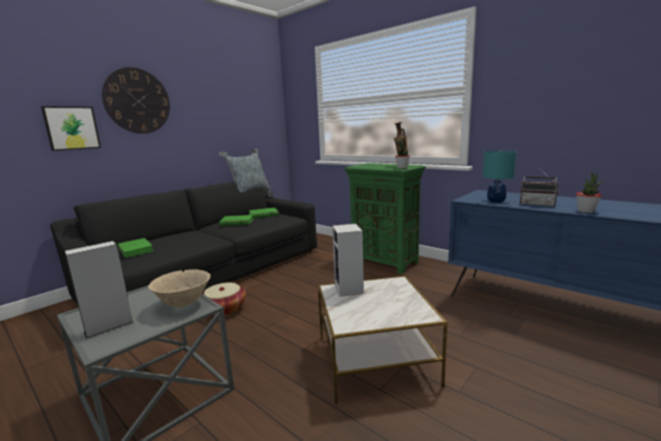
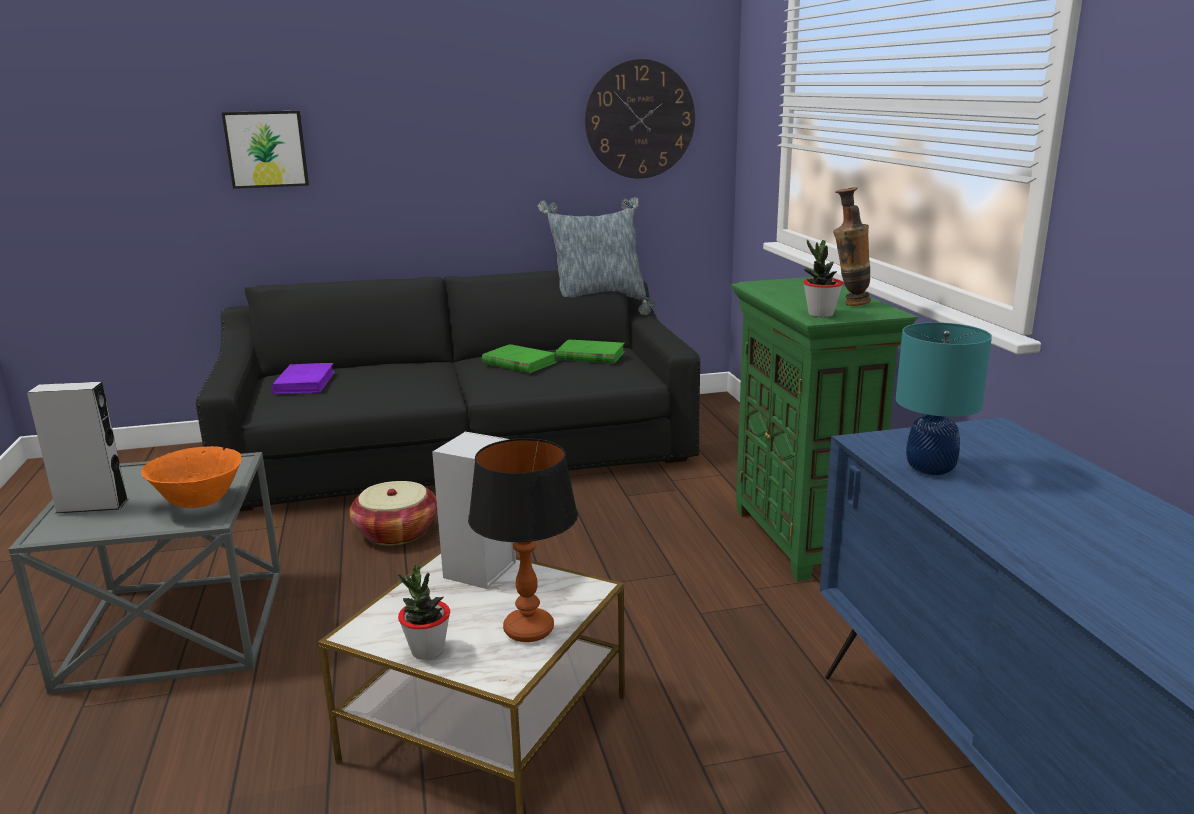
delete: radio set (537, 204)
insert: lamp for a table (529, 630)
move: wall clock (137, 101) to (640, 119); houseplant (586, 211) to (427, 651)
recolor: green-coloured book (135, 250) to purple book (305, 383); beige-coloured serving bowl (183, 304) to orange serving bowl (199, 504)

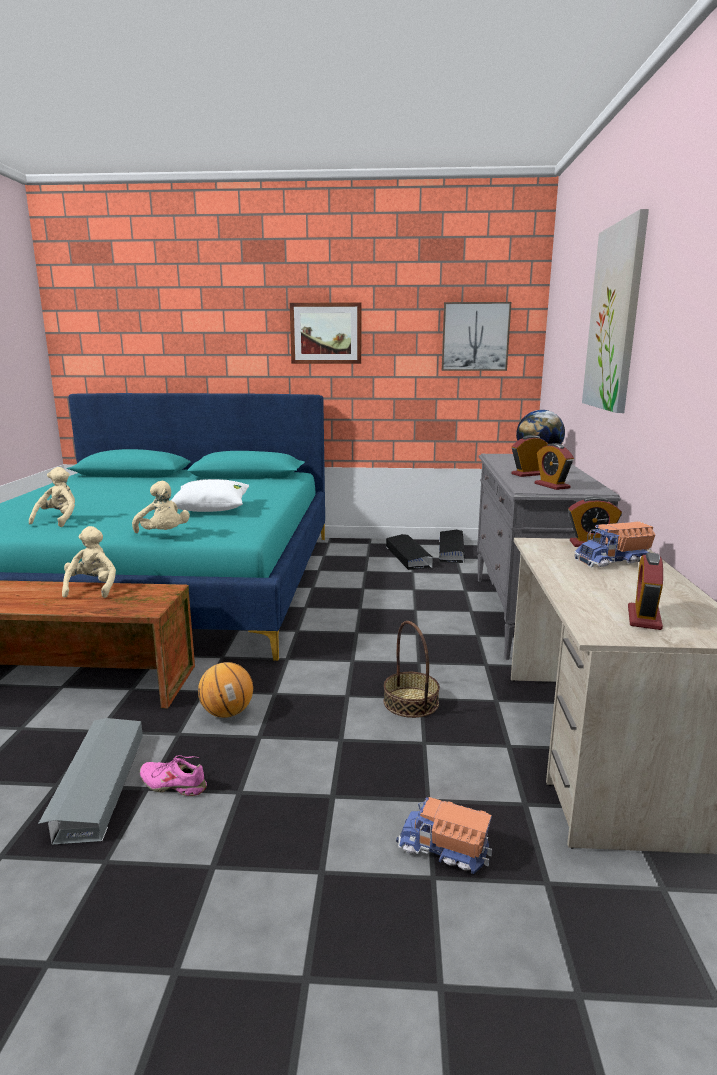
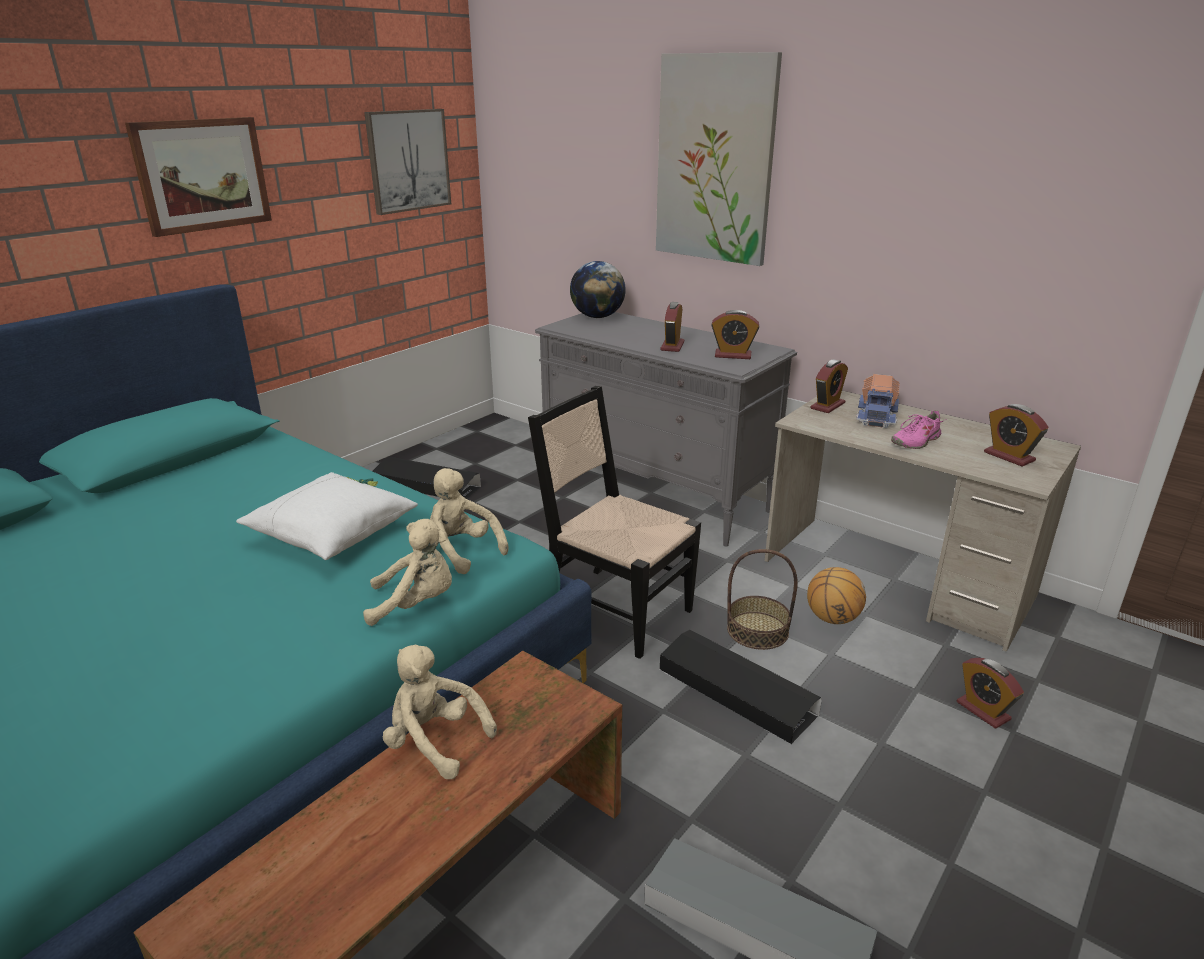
insert: plain chair (615, 611)
move: beige-coloured soft toy (59, 520) to (459, 552); pink item of footwear (173, 784) to (915, 441); basketball ball (227, 713) to (832, 618); black storage container (451, 551) to (735, 691)
replace: model truck (443, 849) to alarm clock (983, 711)

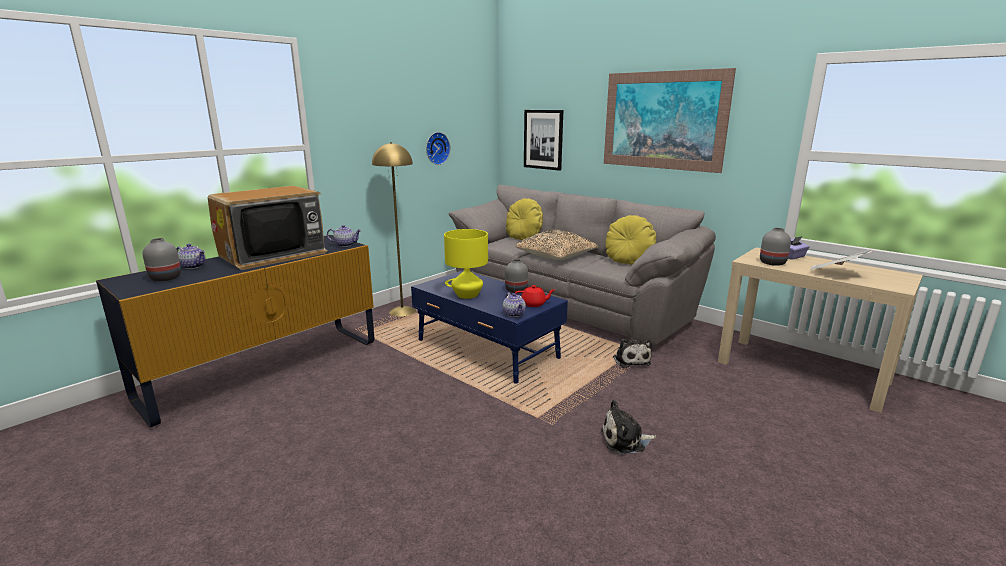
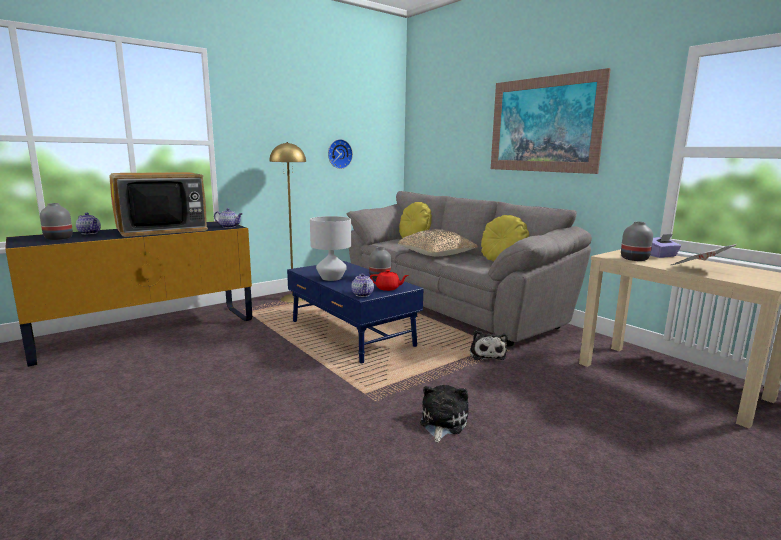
delete: wall art (543, 139)
recolor: yellowish lamp for a table (464, 290) to grey lamp for a table (332, 274)
rotate: soft toy (625, 440) = (442, 423) 105 degrees clockwise

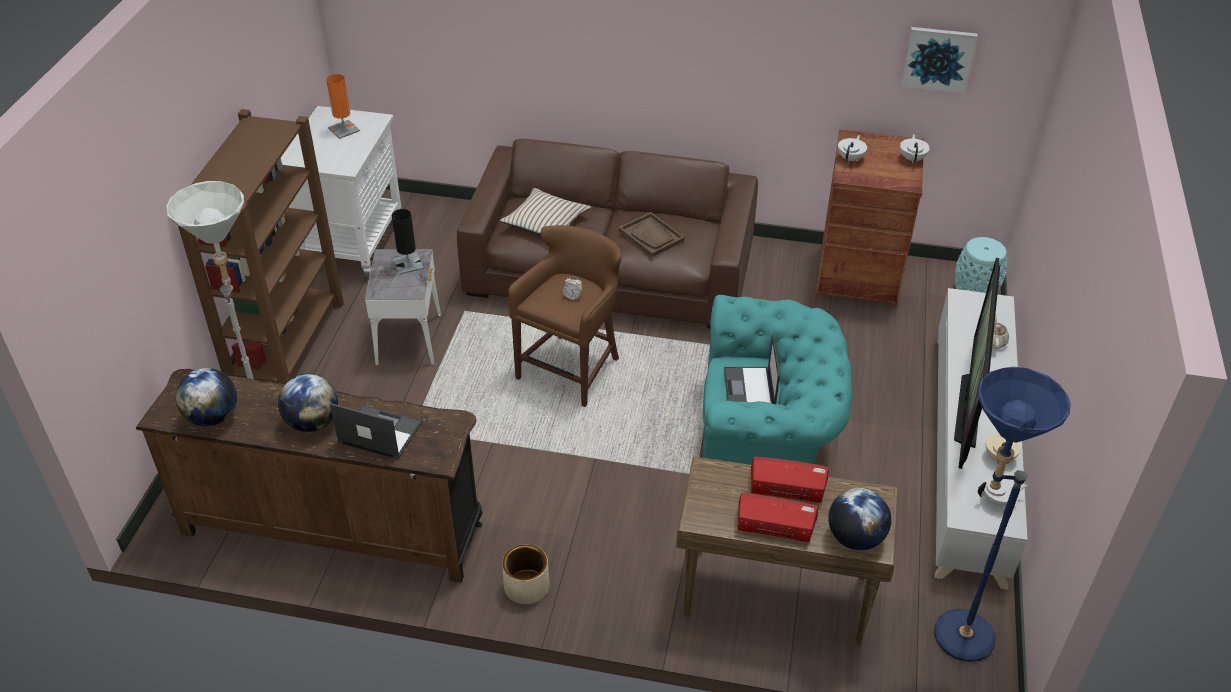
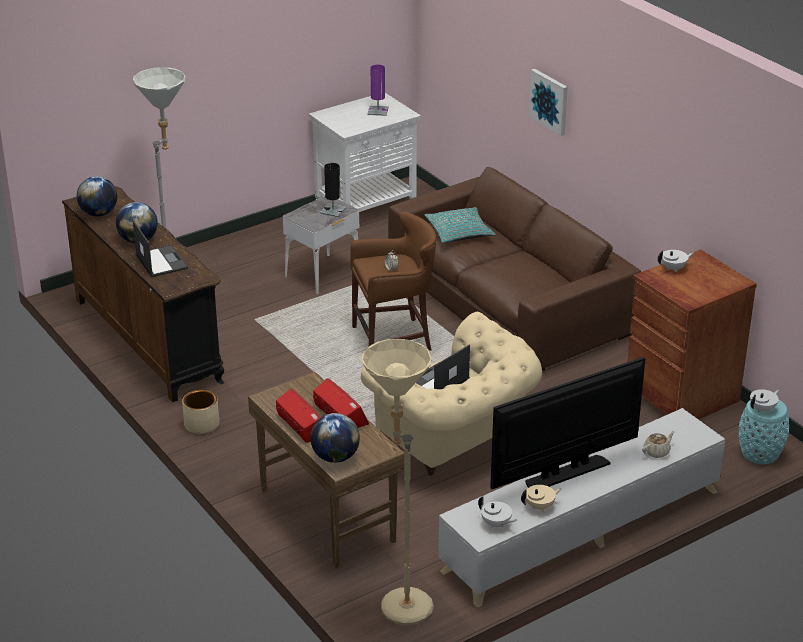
delete: brown-coloured shelving unit (287, 344); brown-coloured tray (651, 236)
move: white teapot (912, 159) to (763, 409); wall art (938, 59) to (549, 101)
recolor: orange lamp for a table (344, 129) to purple lamp for a table (378, 111); beige-coloured throw pillow (546, 222) to blue-green throw pillow (459, 232); blue-green easy chair (766, 438) to beige-coloured easy chair (455, 442); blue-coloured floor lamp (950, 635) to beige-coloured floor lamp (399, 601)

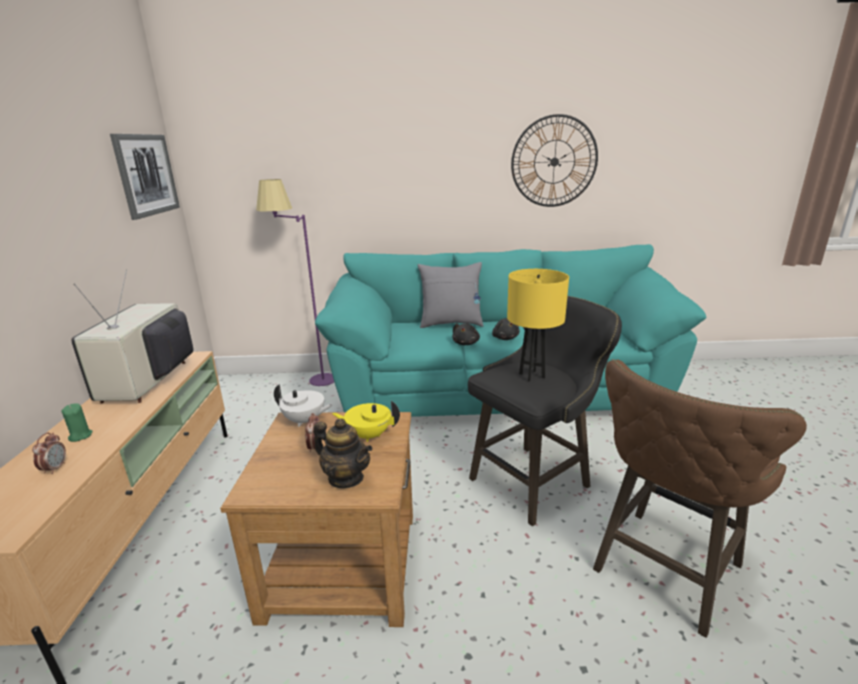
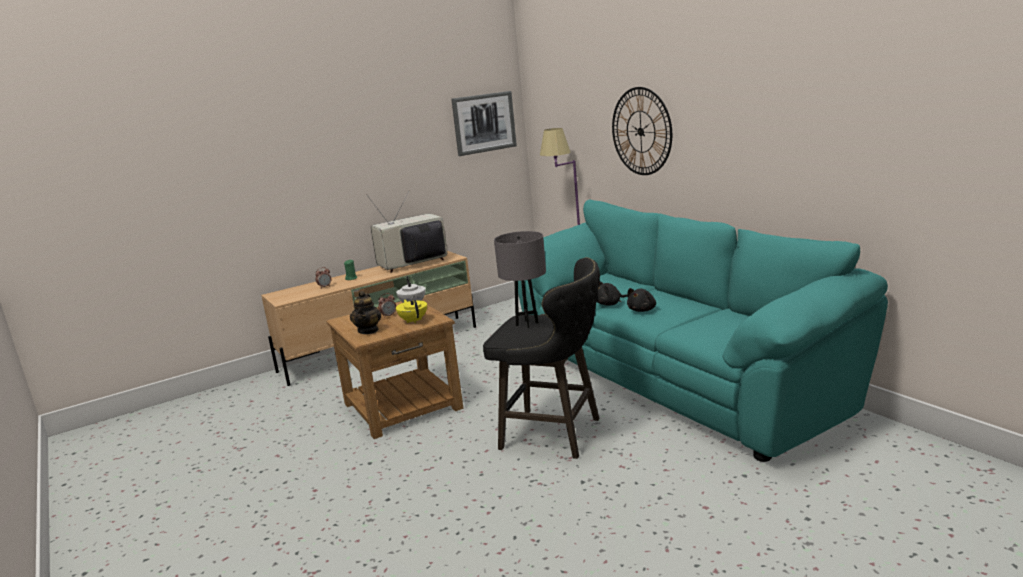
delete: grey throw pillow (450, 324); brown-coloured stool seat (663, 571)
move: wall clock (554, 162) to (641, 131)
recolor: yellowish lamp for a table (532, 375) to grey lamp for a table (527, 324)

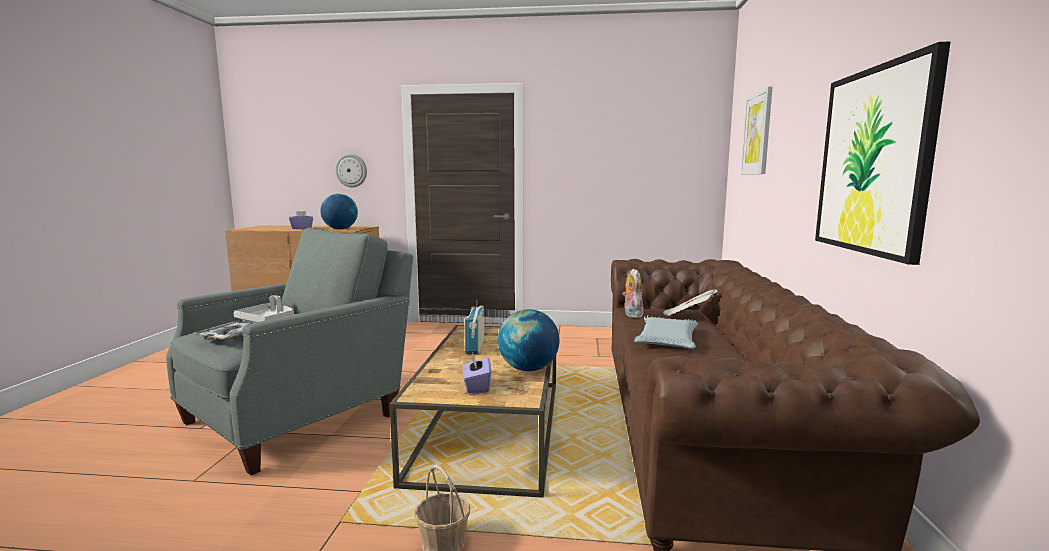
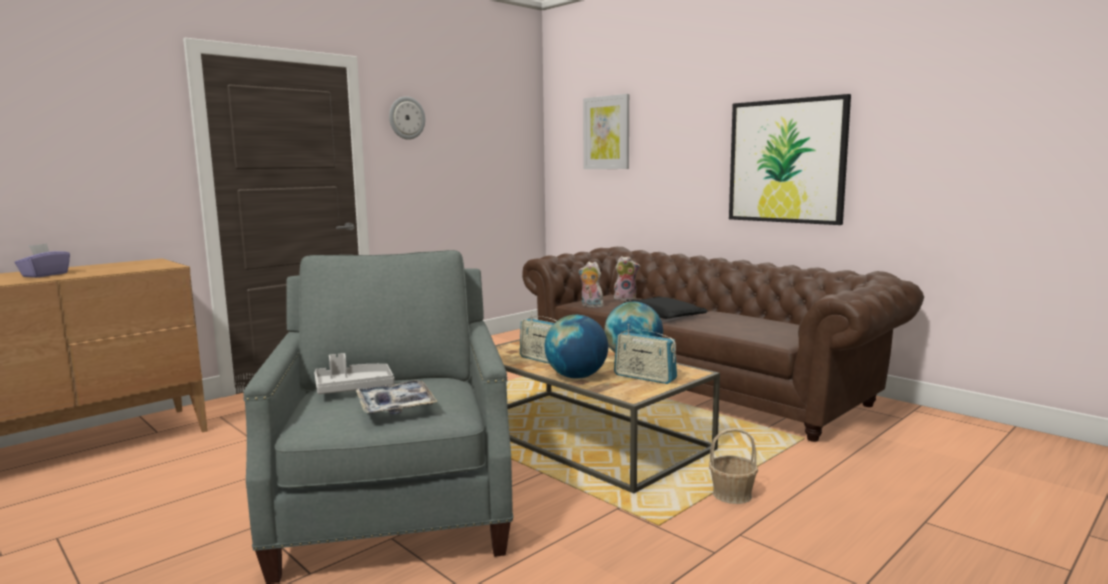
move: globe (340, 229) to (576, 377); wall clock (351, 170) to (406, 118)
replace: purple tissue box (477, 386) to radio set (644, 377); daily paper (687, 316) to soft toy (625, 299)
recolor: blue-coloured throw pillow (667, 339) to black throw pillow (664, 314)

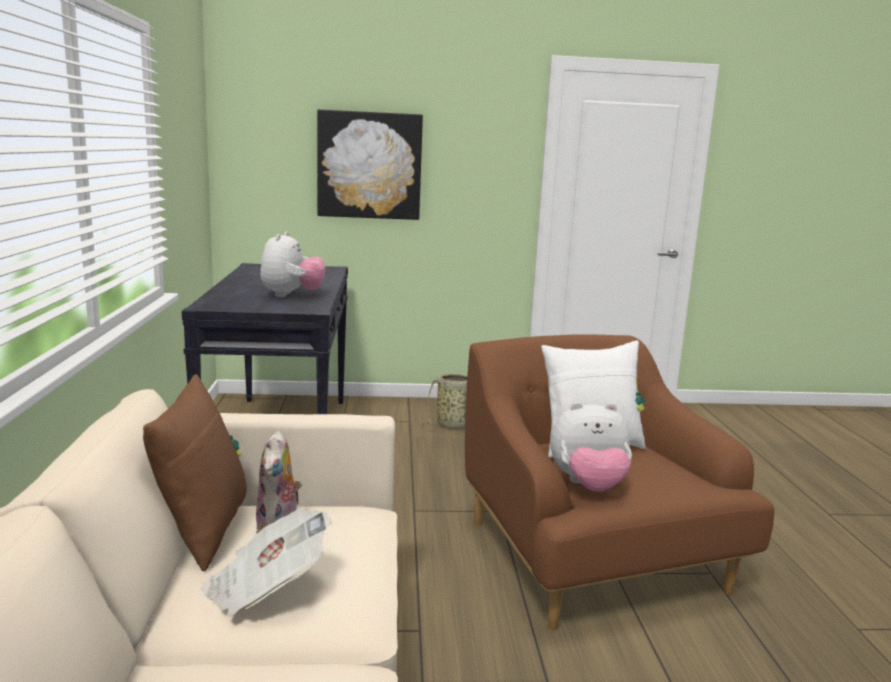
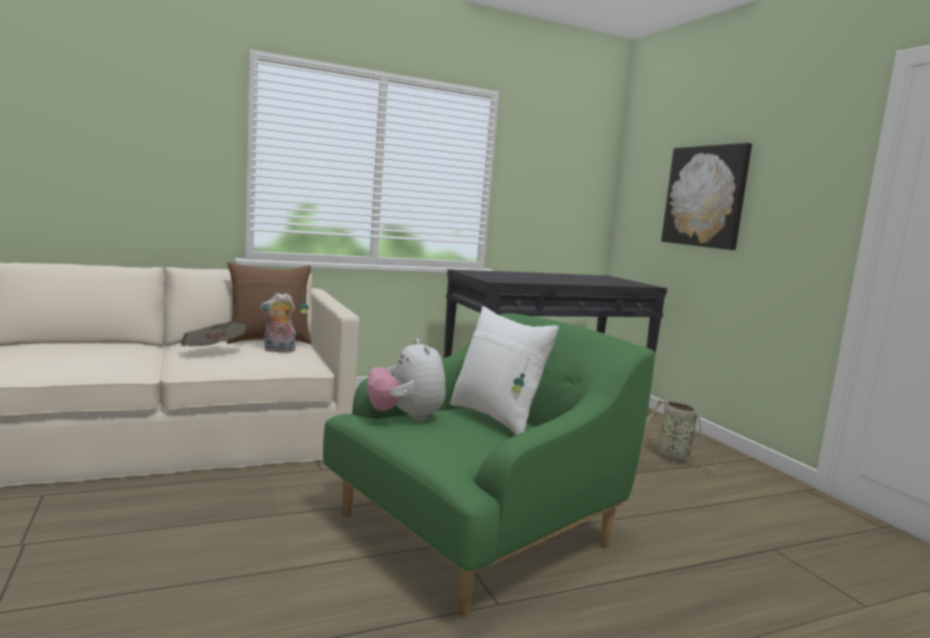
delete: soft toy (291, 295)
recolor: brown-coloured easy chair (591, 555) to green-coloured easy chair (476, 531)

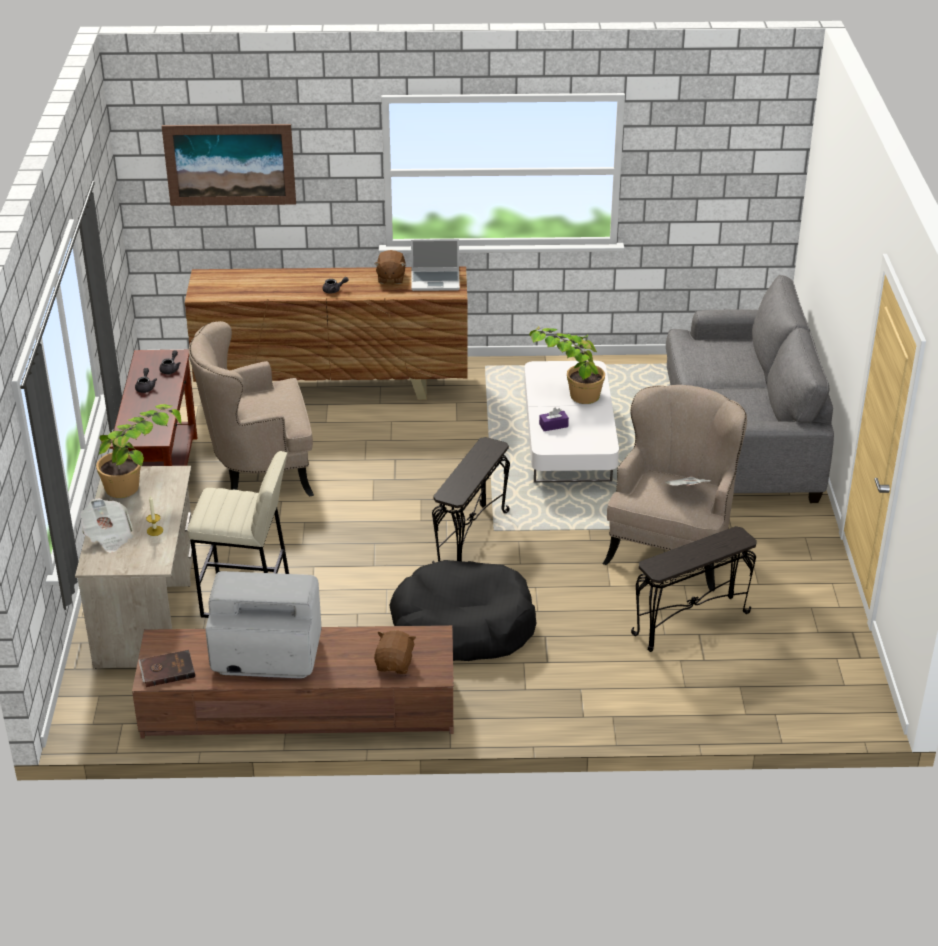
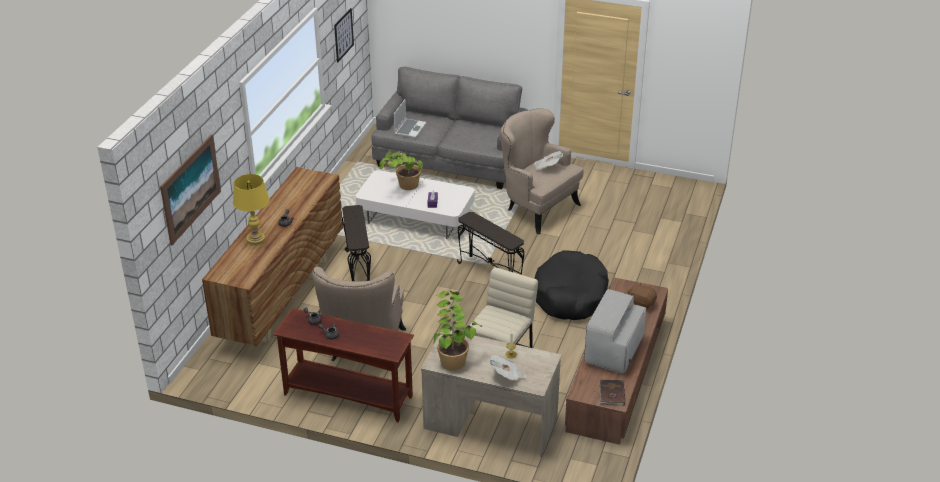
delete: brown-coloured soft toy (390, 278)
insert: yellowish lamp for a table (256, 240); wall art (343, 35)
move: portable computer (436, 281) to (410, 129); black end table (691, 624) to (358, 271)

